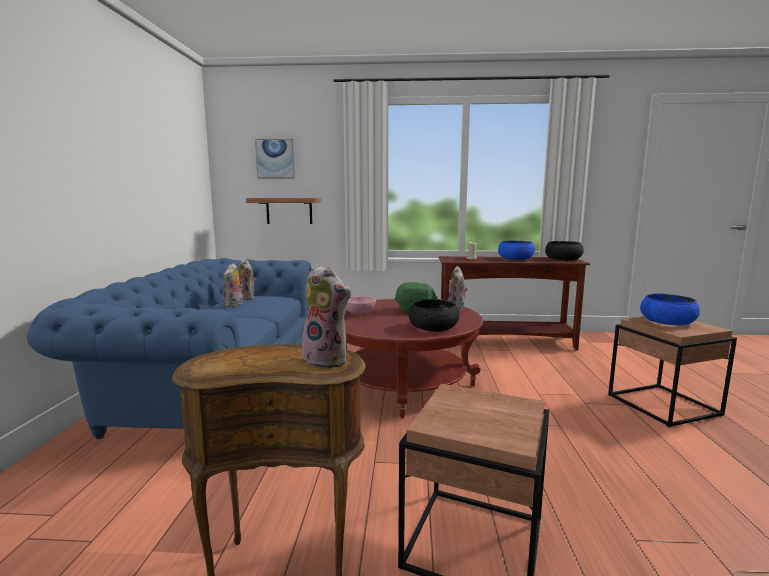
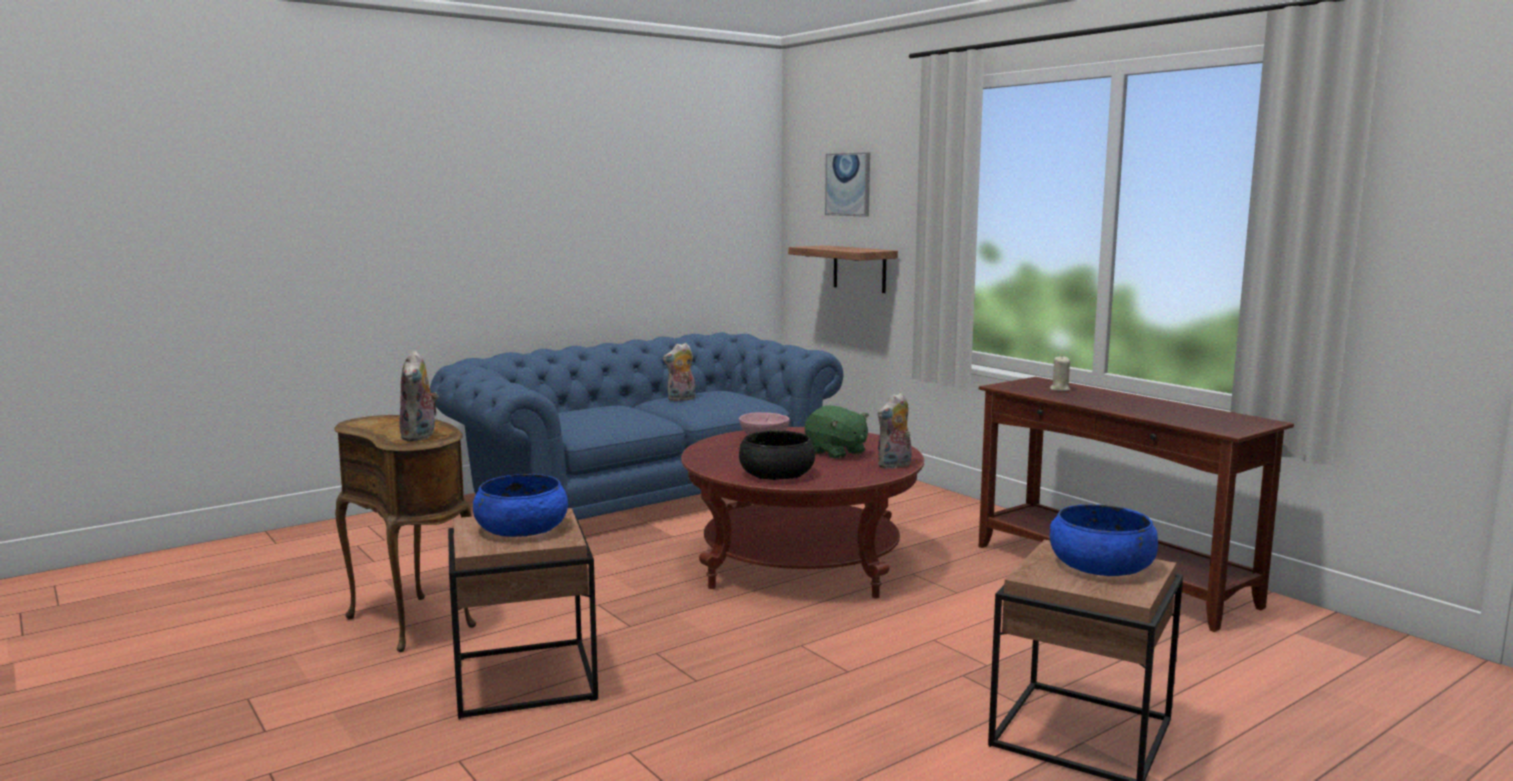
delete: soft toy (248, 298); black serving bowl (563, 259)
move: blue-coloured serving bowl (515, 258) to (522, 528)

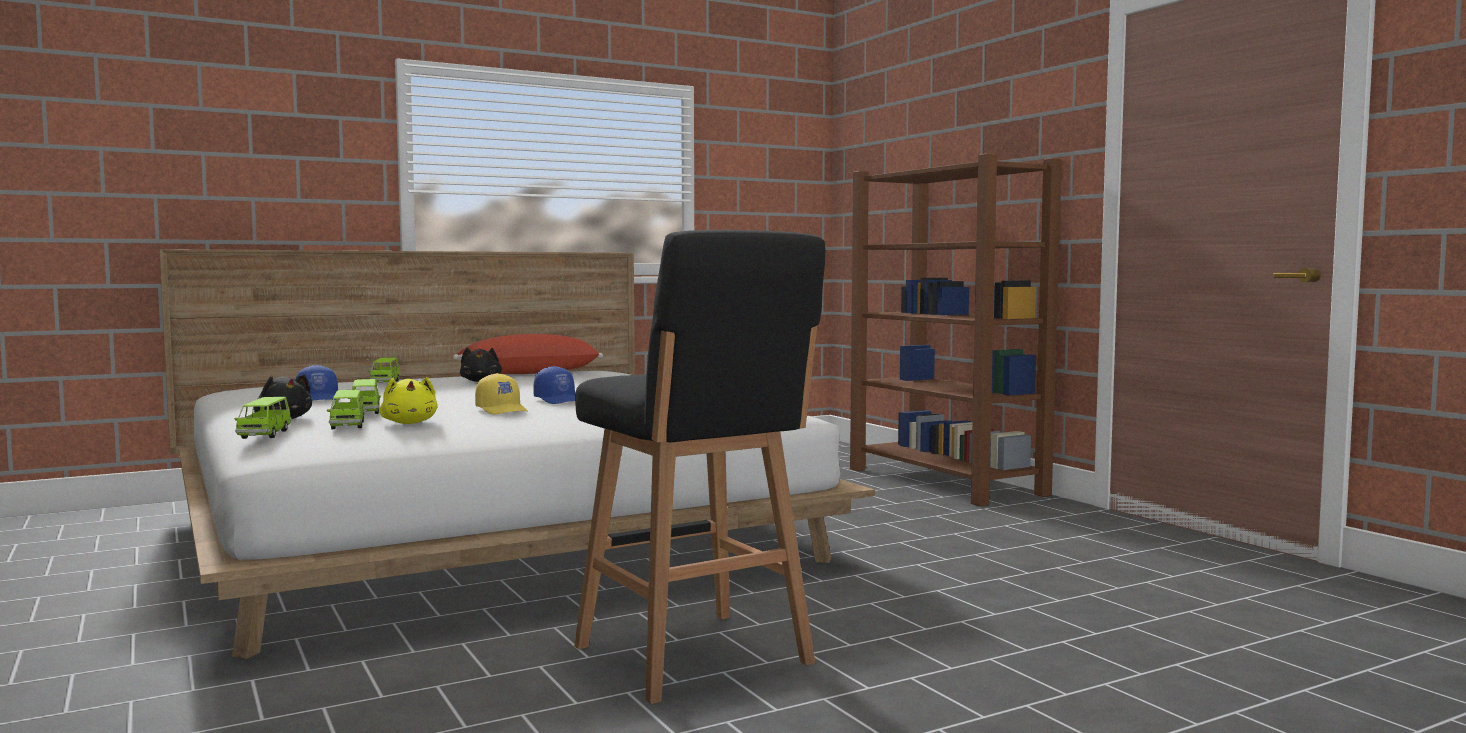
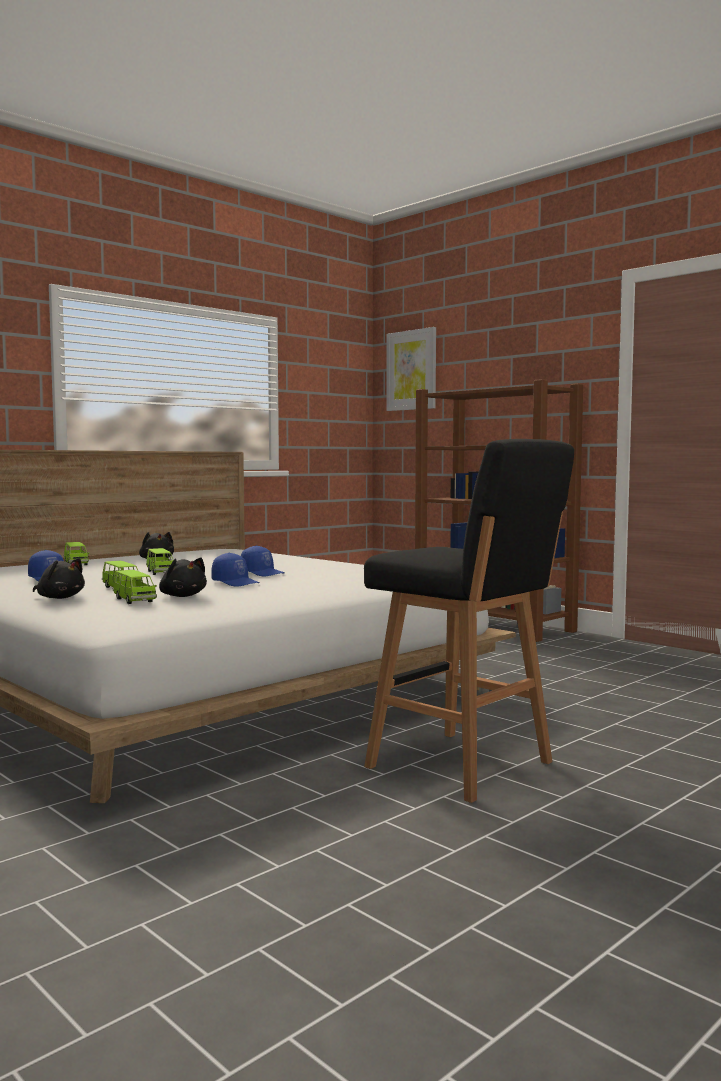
delete: reddish throw pillow (528, 373)
insert: wall art (411, 370)
move: green-coloured toy car (264, 434) to (160, 572)
recolor: yellowish soft toy (409, 423) to black soft toy (182, 596); yellowish baseball cap (503, 410) to blue-coloured baseball cap (236, 583)

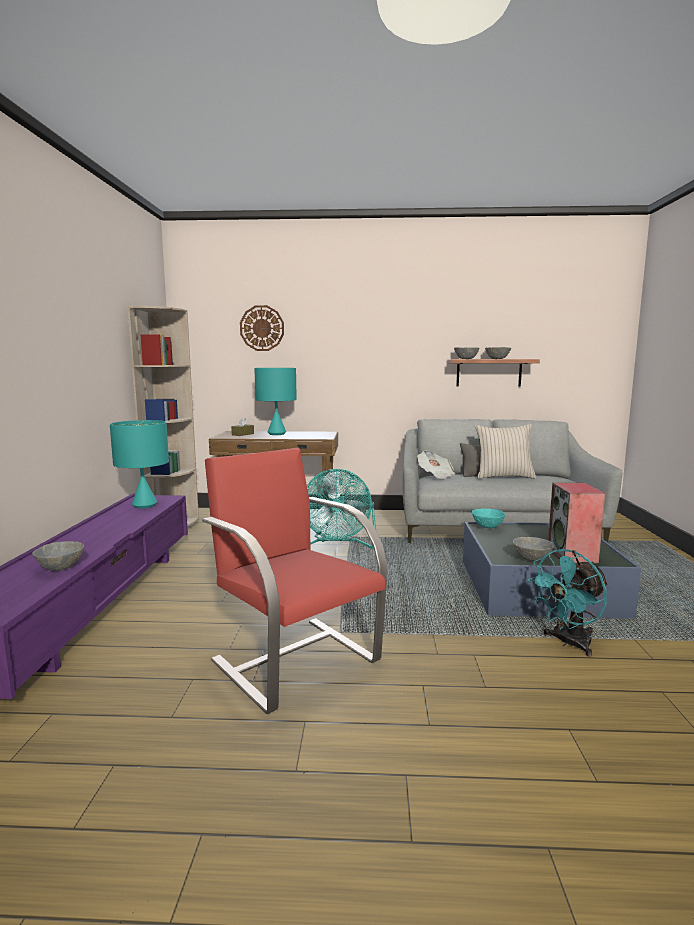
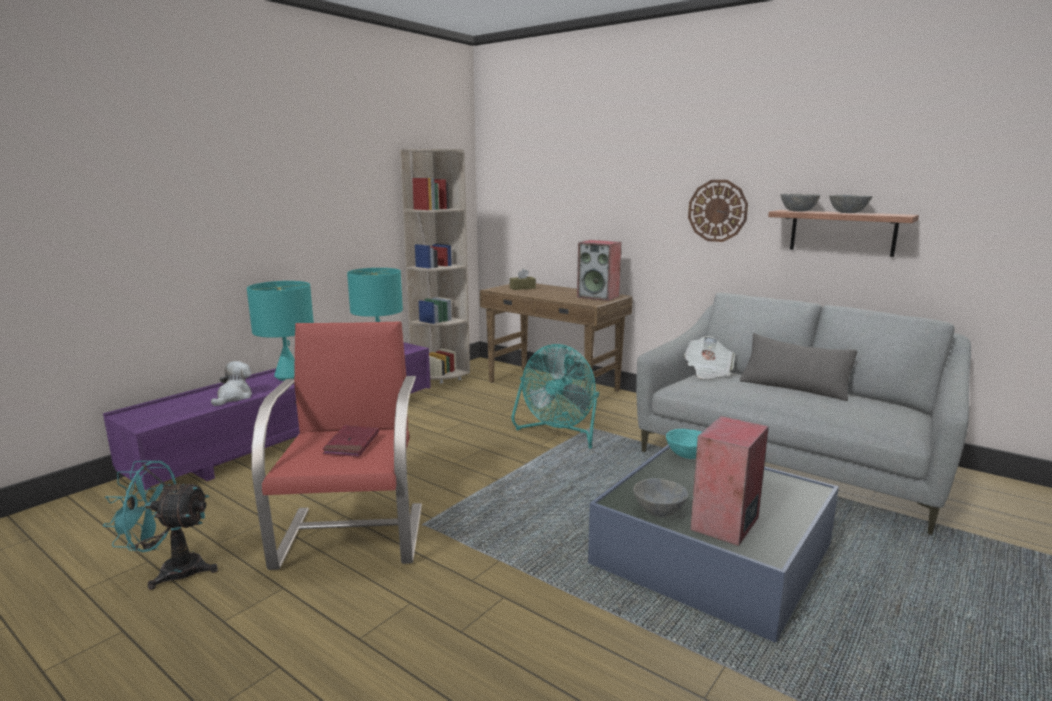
delete: beige-coloured throw pillow (503, 477)
insert: reddish book (352, 444); audio speaker (599, 297)
move: wall clock (262, 328) to (717, 210); blue-green lamp for a table (277, 434) to (288, 377); blue-green fan (568, 643) to (171, 570)
replace: grey serving bowl (60, 567) to soft toy (233, 397)

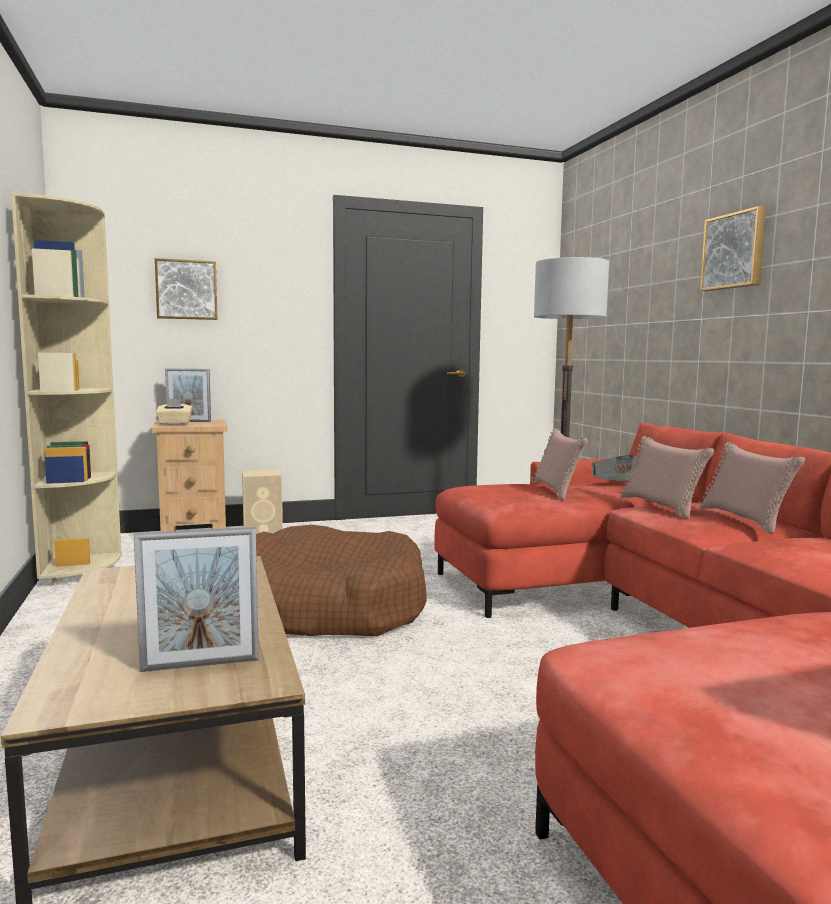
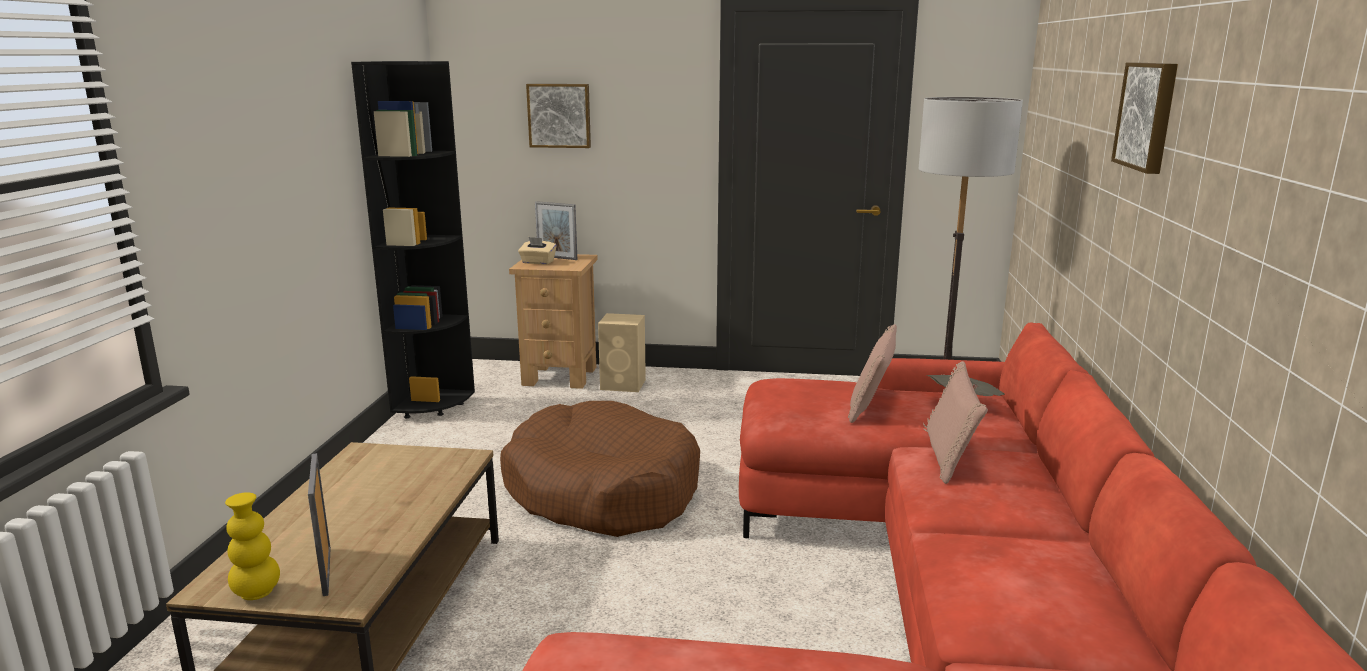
delete: beige-coloured throw pillow (744, 520)
insert: yellowish vase (257, 593)
recolor: beige-coloured shelving unit (80, 574) to black shelving unit (433, 409)
rotate: picture frame (200, 664) = (326, 571) 60 degrees clockwise

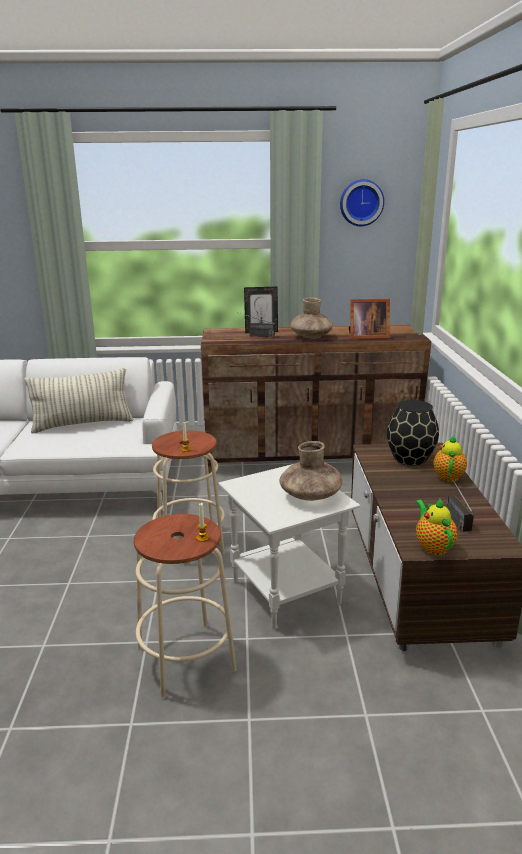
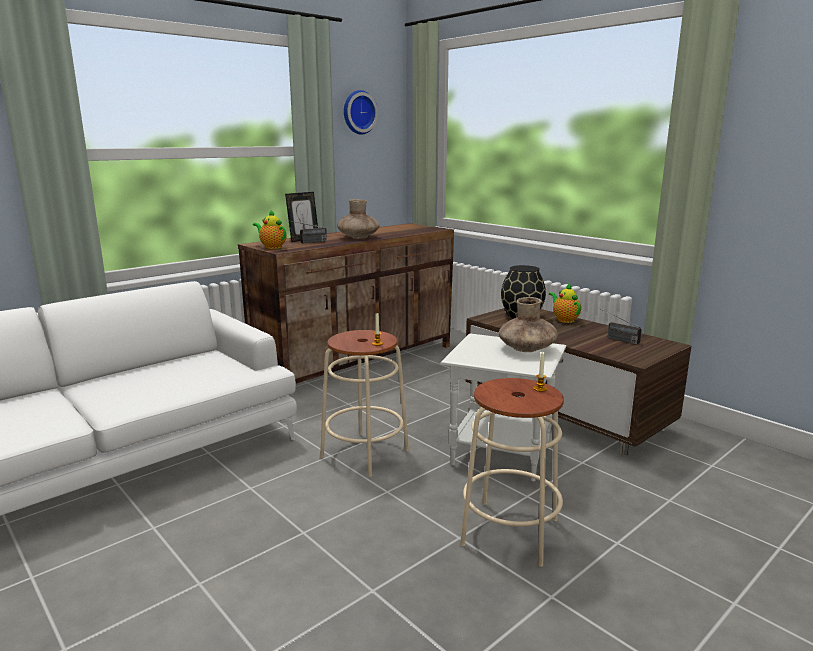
delete: throw pillow (83, 424); picture frame (366, 337)
move: teapot (433, 546) to (272, 247)

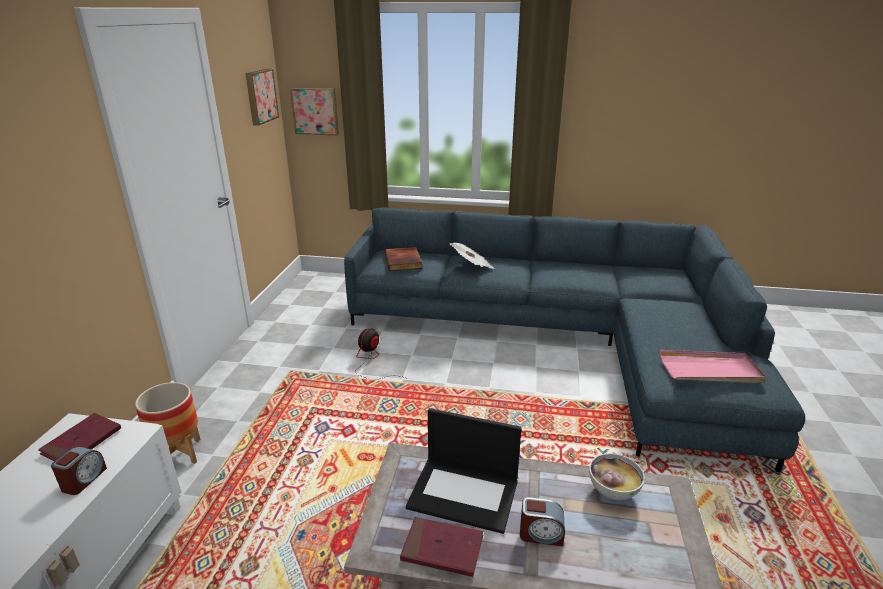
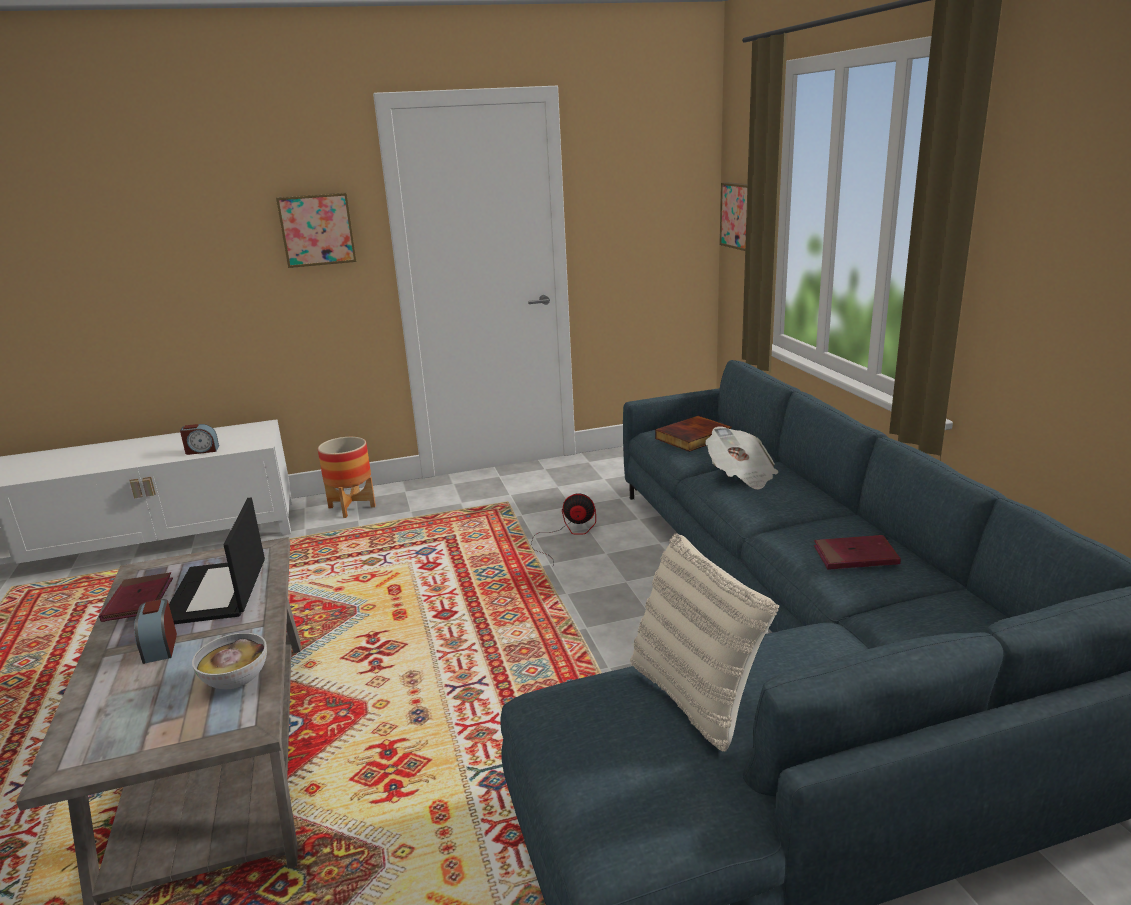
delete: pink tray (710, 370)
insert: beige-coloured throw pillow (696, 699)
move: reddish book (82, 442) to (855, 556); wall art (260, 96) to (317, 229)

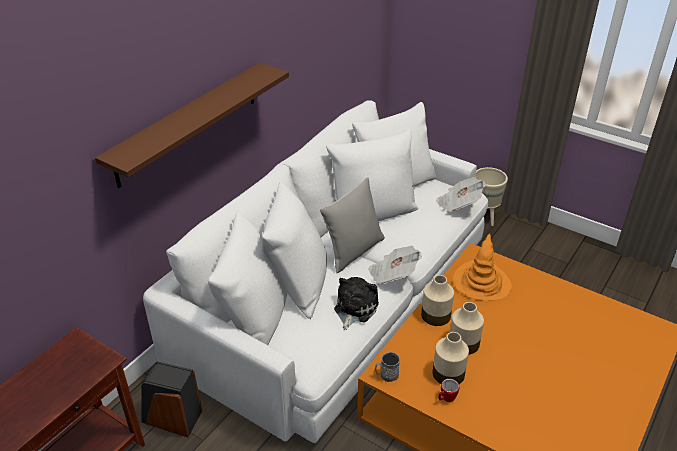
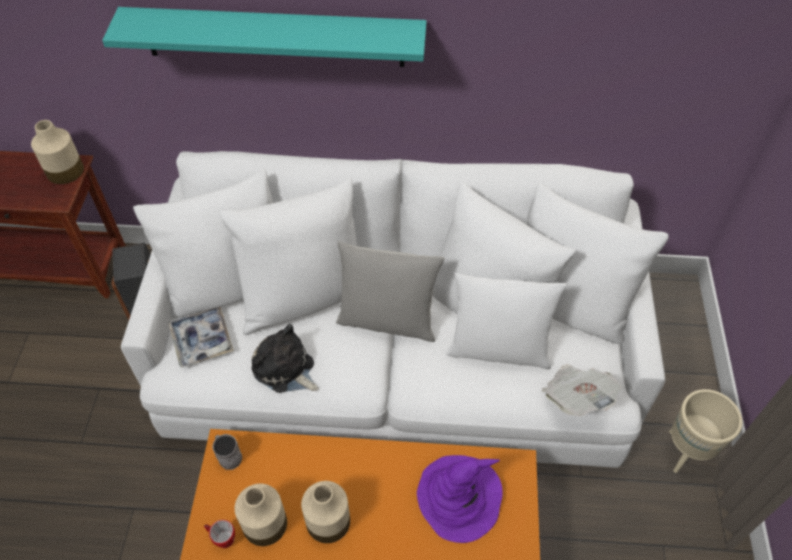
delete: daily paper (393, 275)
insert: tray (202, 340); white throw pillow (498, 349)
move: beige-coloured vase (435, 315) to (65, 170)
recolor: brown-coloured wall shelf (188, 123) to blue-green wall shelf (274, 37); orange wearable hat (481, 282) to purple wearable hat (459, 498)
rotate: soft toy (354, 308) = (285, 369) 135 degrees counterclockwise

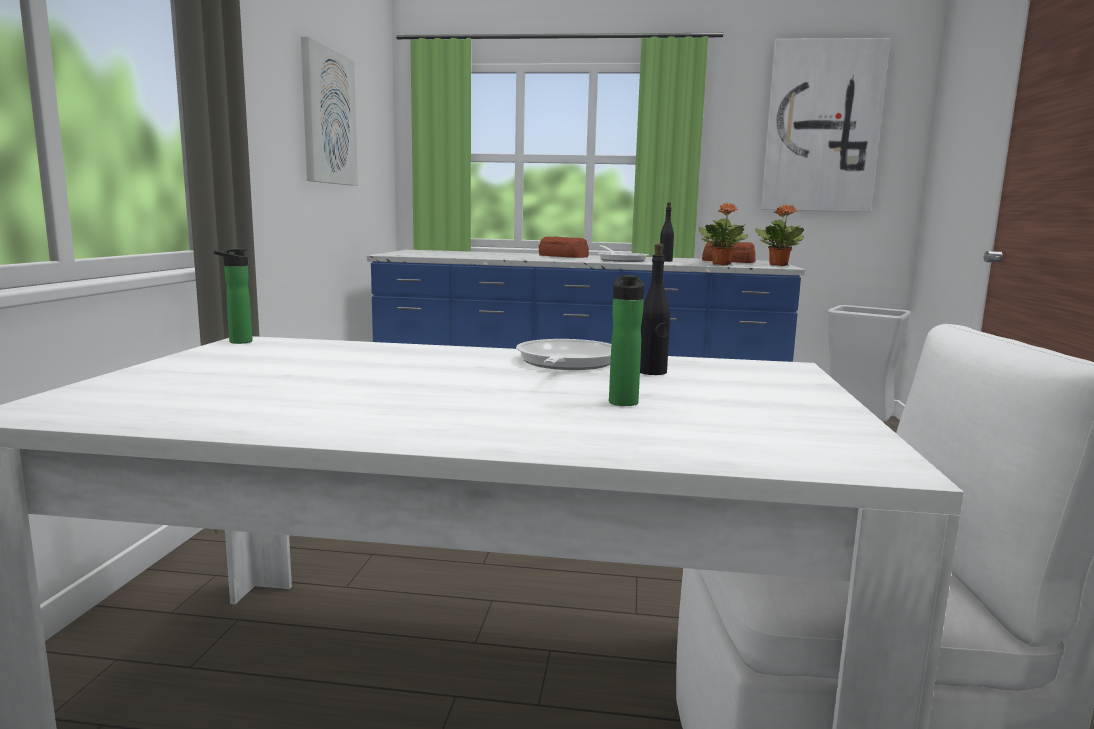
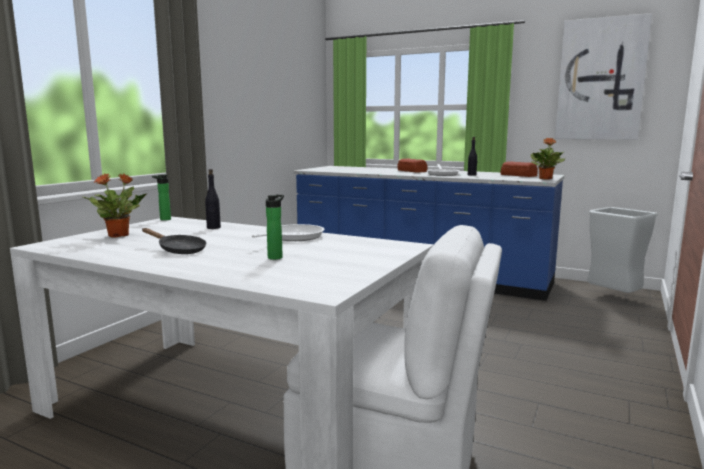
delete: wall art (328, 117)
insert: black frying pan (179, 250)
move: black beverage bottle (652, 372) to (213, 228); houseplant (721, 264) to (119, 235)

